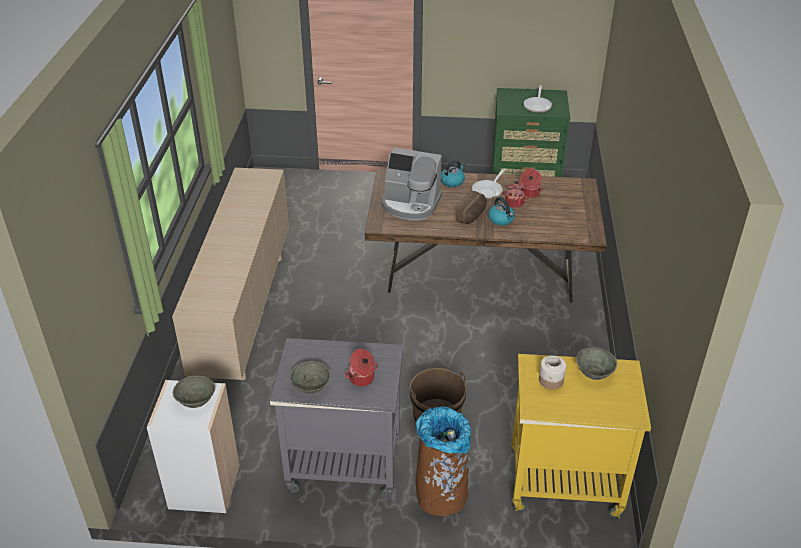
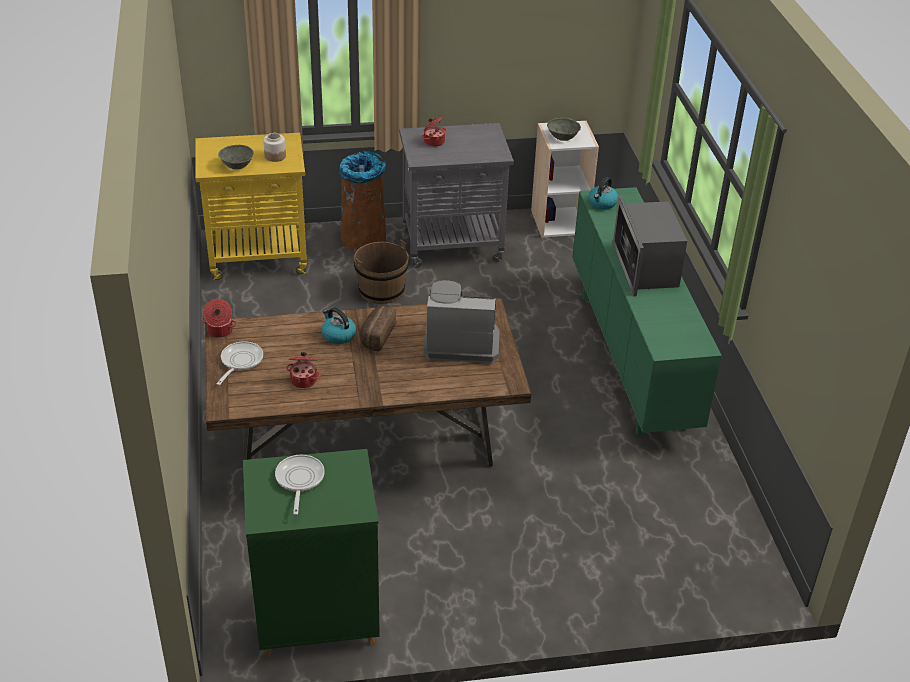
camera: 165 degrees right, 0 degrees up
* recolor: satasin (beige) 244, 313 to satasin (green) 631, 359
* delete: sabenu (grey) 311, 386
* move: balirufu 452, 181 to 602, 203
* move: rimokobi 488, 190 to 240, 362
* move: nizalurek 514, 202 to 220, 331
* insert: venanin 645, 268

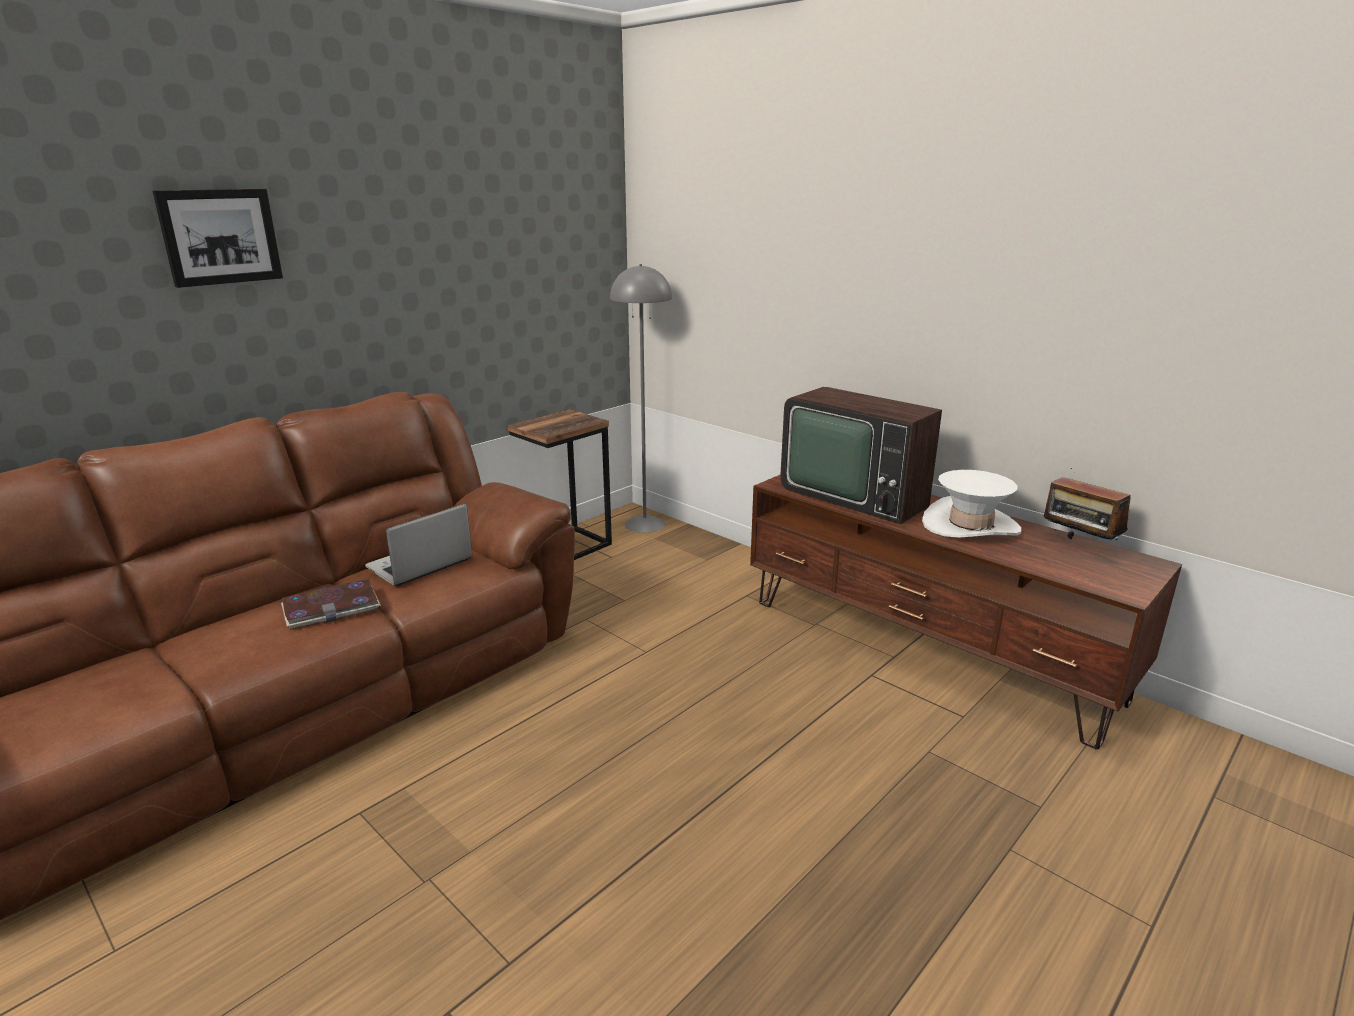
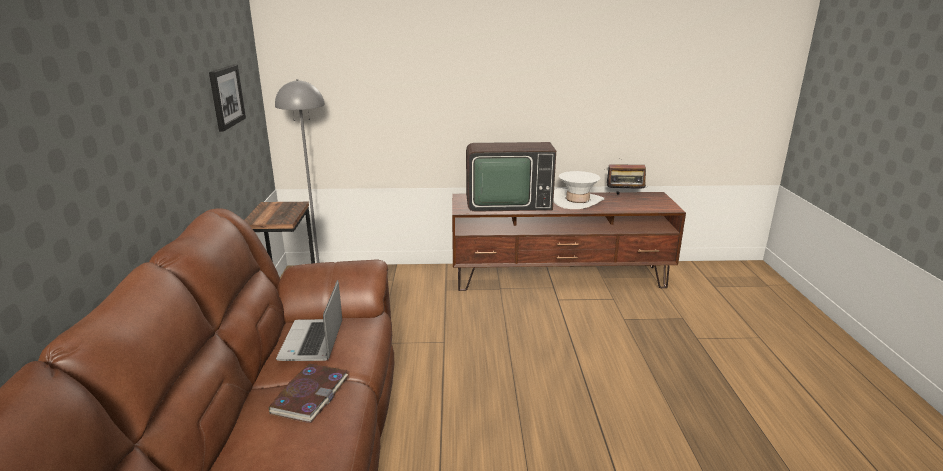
camera: 45 degrees left, 0 degrees up
* move: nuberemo 220, 236 to 226, 96

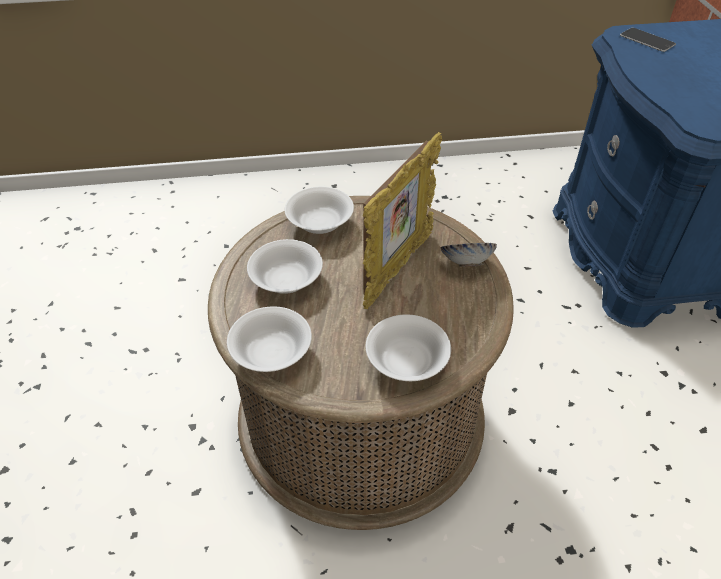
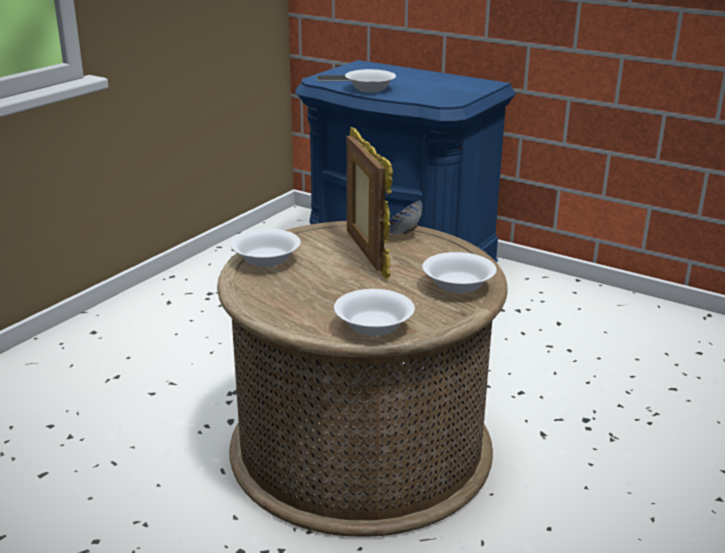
camera: 50 degrees left, 20 degrees down
* move: sabenu (white) 287, 279 to 370, 89

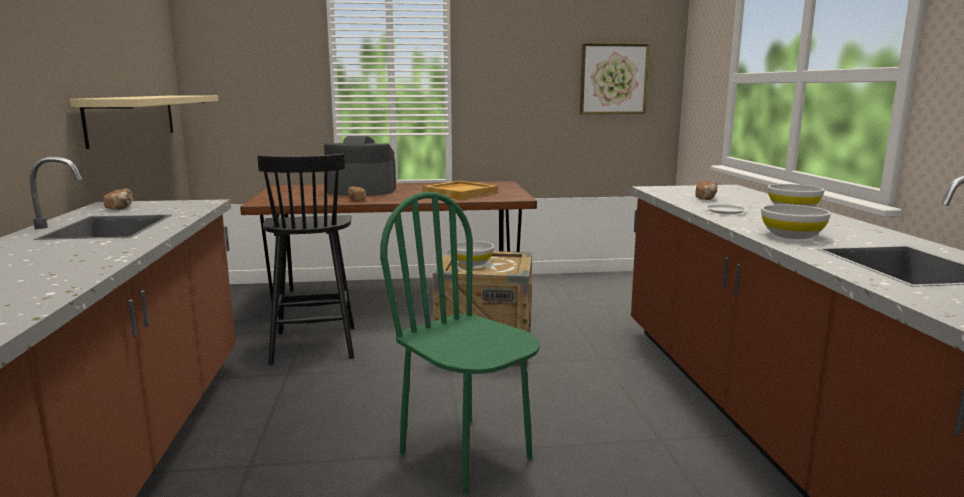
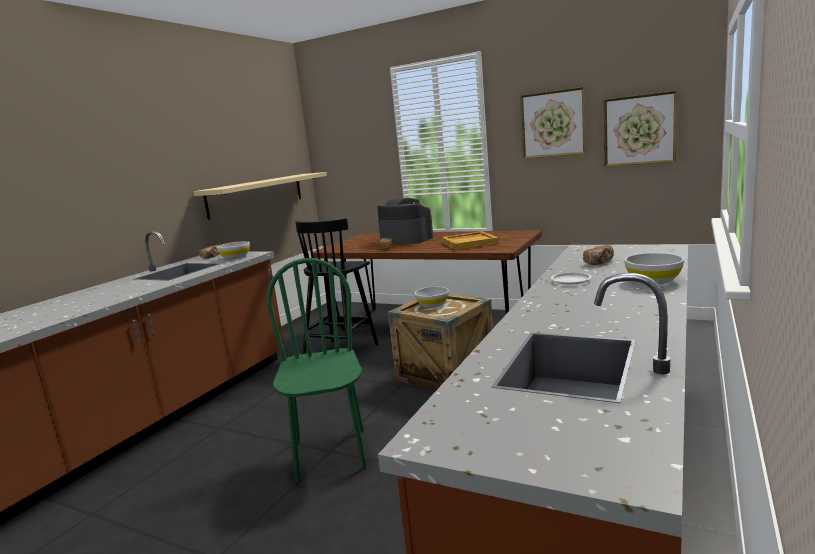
camera: 35 degrees right, 0 degrees up
* move: sabenu (white) 792, 235 to 235, 257
* insert: nuberemo 553, 124

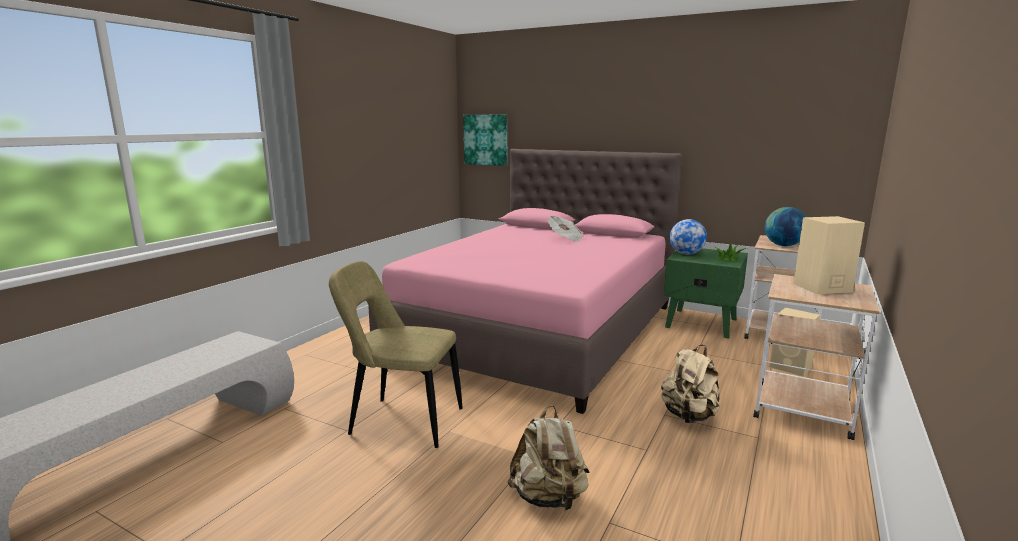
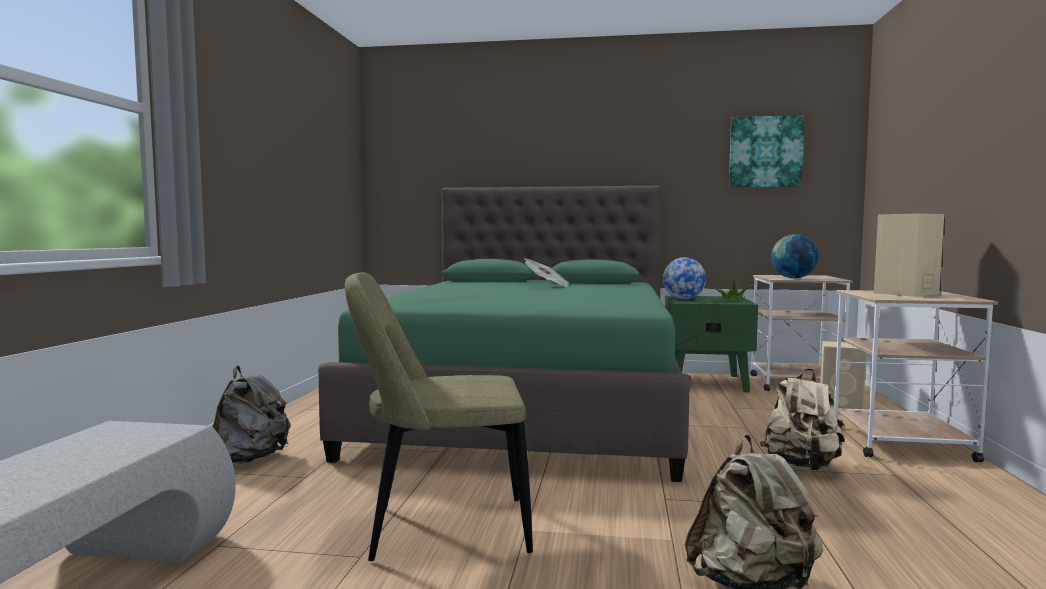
camera: 20 degrees left, 10 degrees down
* recolor: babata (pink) 539, 330 to babata (green) 530, 406
* move: nuberemo 486, 140 to 765, 152
* insert: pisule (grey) 250, 459

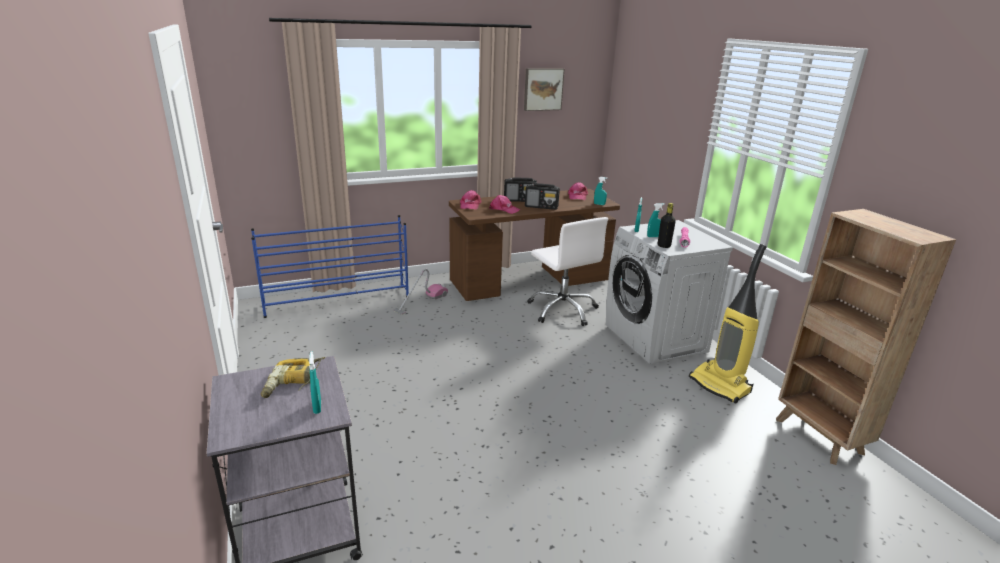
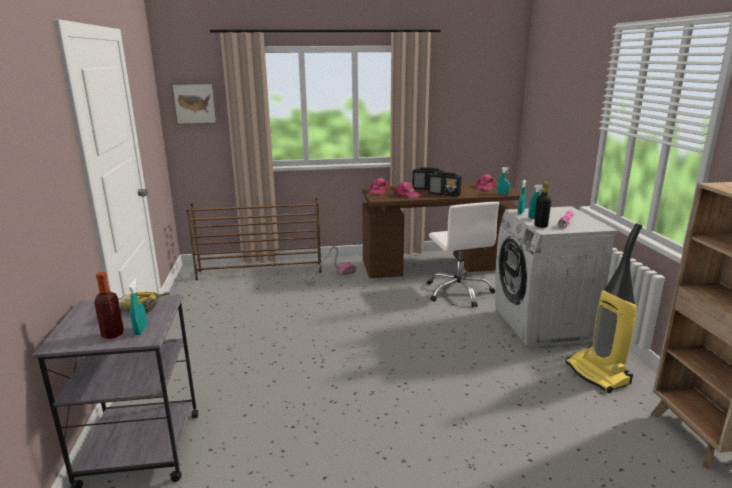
camera: 15 degrees right, 5 degrees down
* recolor: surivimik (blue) 338, 301 to surivimik (brown) 260, 271
* move: nuberemo 543, 89 to 195, 103
* insert: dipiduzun 113, 334

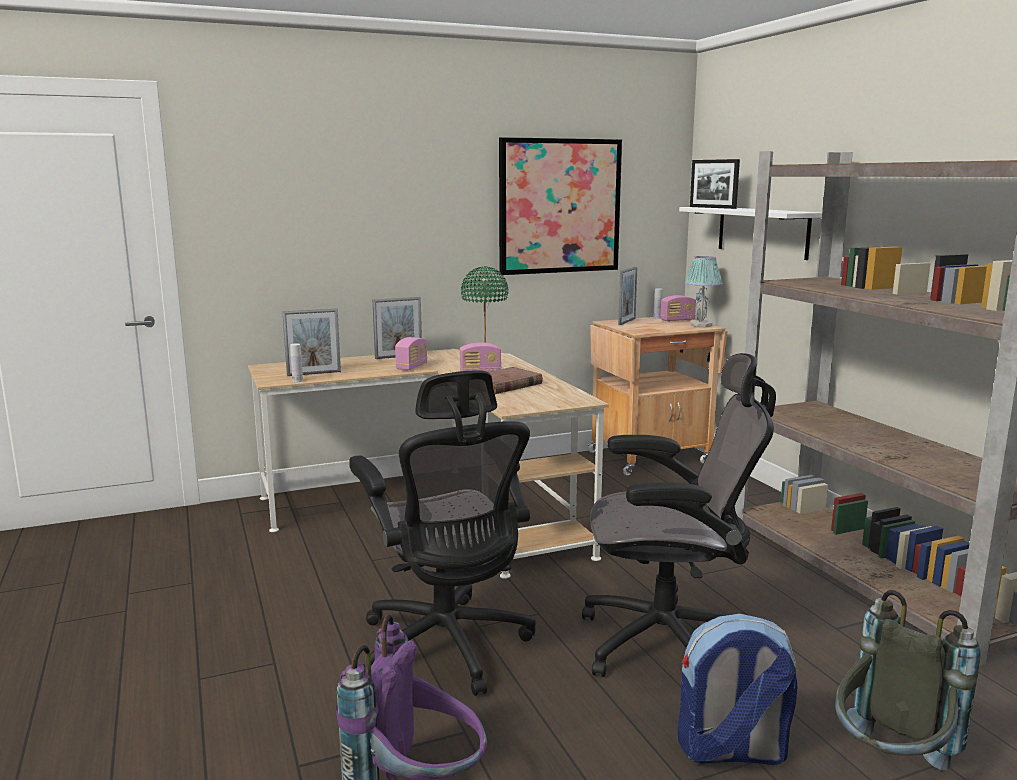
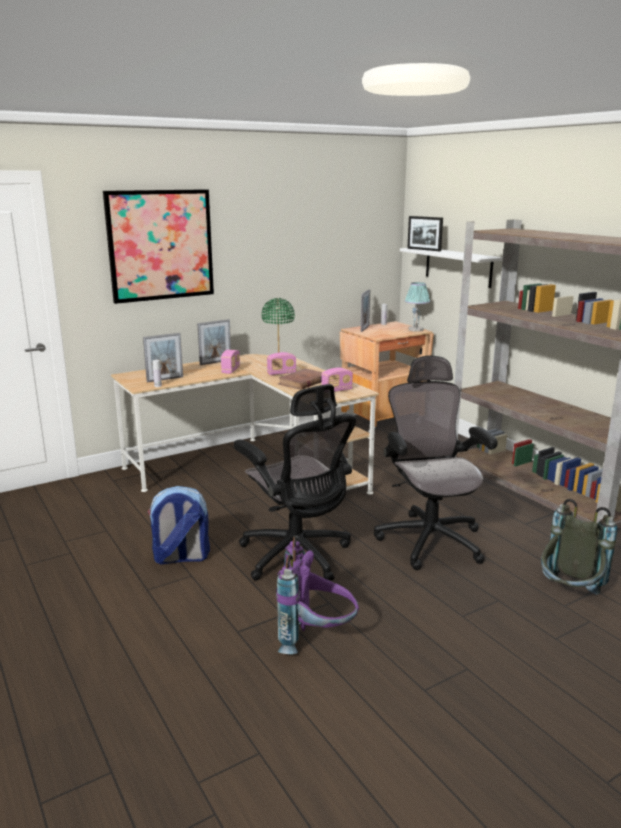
camera: 10 degrees left, 5 degrees up
* move: nuberemo 559, 206 to 160, 245
* rotate: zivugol 666, 643 = 429, 541 90 degrees counterclockwise
* move: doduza 677, 320 to 336, 390
* move: pisule 731, 751 to 180, 557

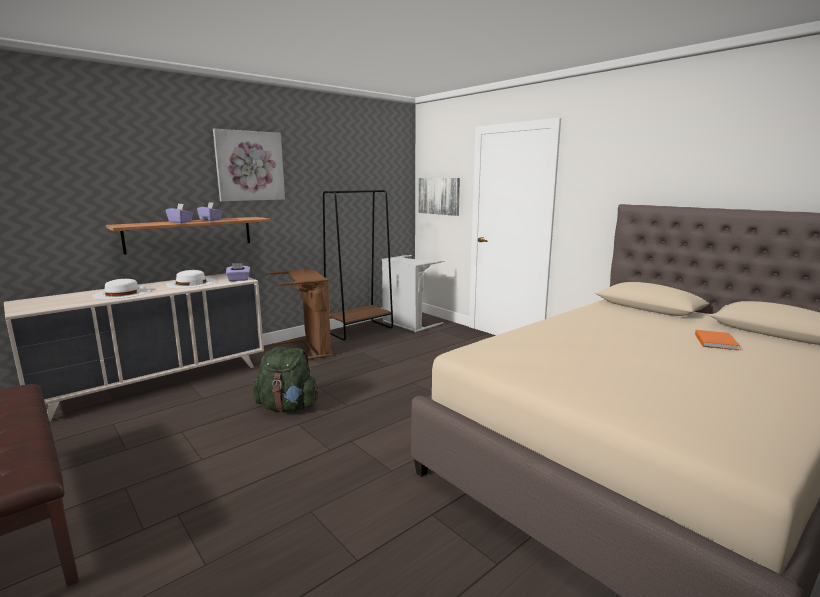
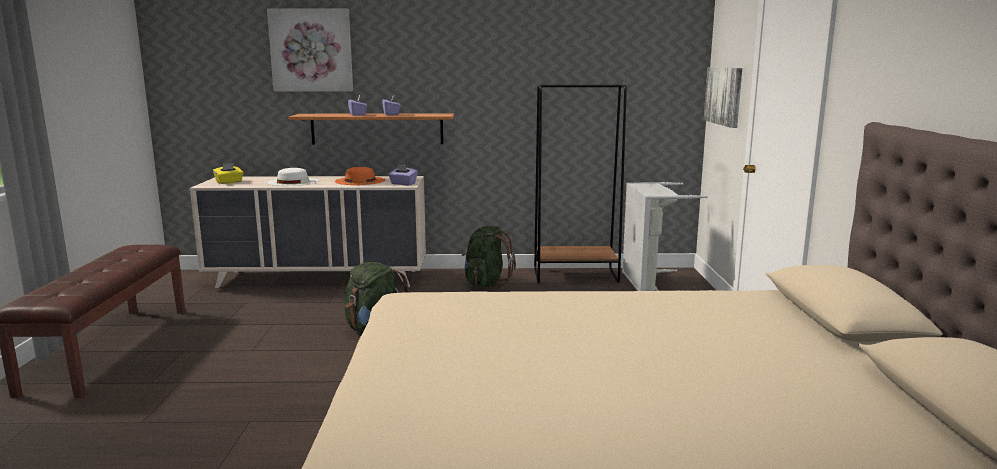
camera: 40 degrees right, 0 degrees up
* recolor: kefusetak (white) 191, 283 to kefusetak (orange) 360, 181
* move: nuberemo 249, 166 to 311, 50
* replace: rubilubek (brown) 308, 349 to pisule (green) 486, 283
* delete: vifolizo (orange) 716, 341
* insert: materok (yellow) 229, 182

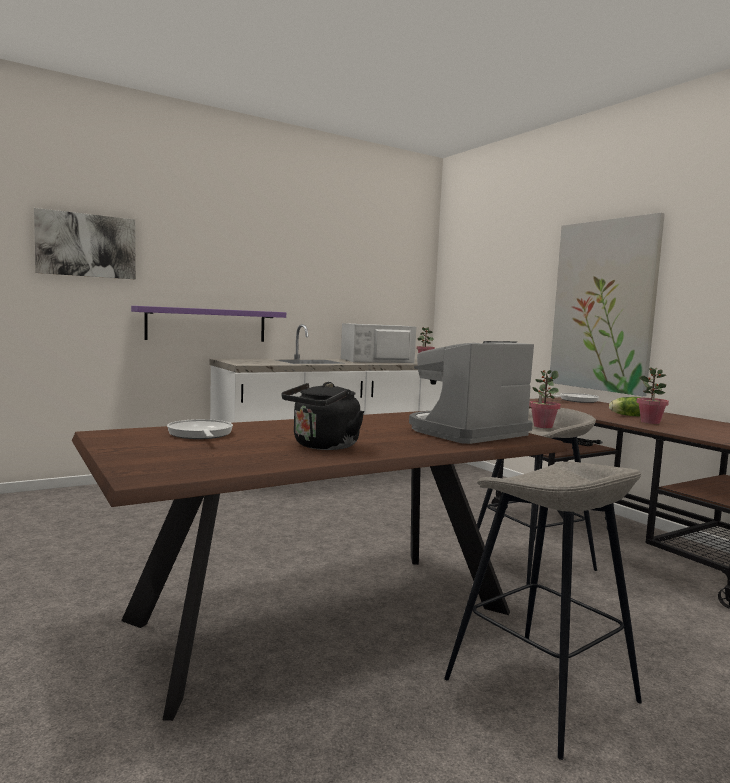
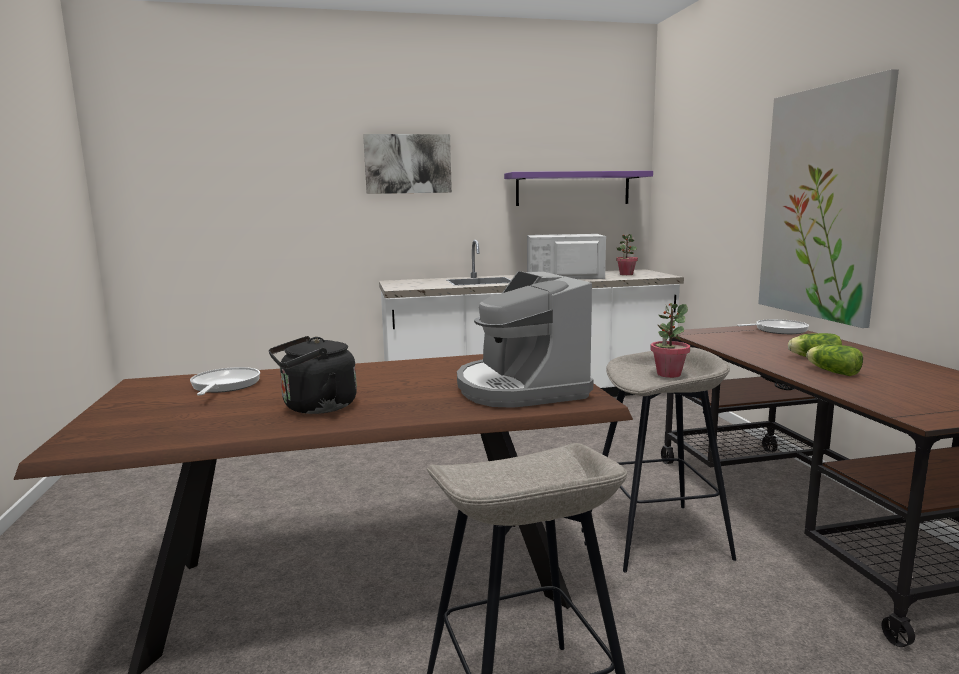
camera: 20 degrees right, 5 degrees up
* move: nuberemo 86, 245 to 408, 164
* move: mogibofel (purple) 207, 324 to 573, 188
* rotate: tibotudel 465, 432 = 519, 388 90 degrees counterclockwise
* replace: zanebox 650, 422 to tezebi 831, 371

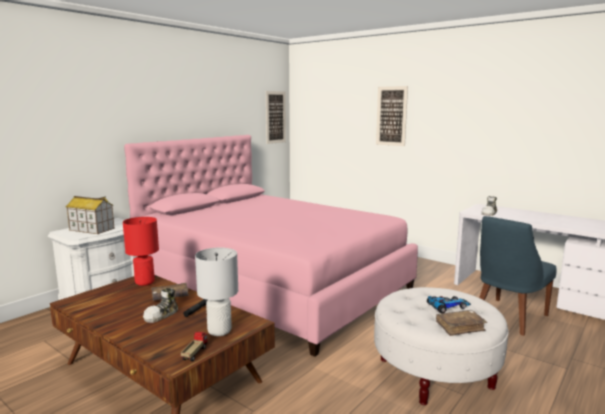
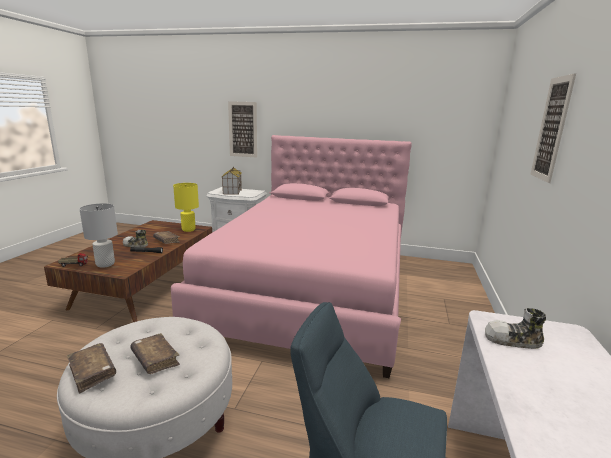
camera: 65 degrees right, 5 degrees up
* recolor: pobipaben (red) 145, 284 to pobipaben (yellow) 188, 230
* move: nuberemo 275, 117 to 243, 129
* replace: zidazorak 447, 306 to vifolizo (brown) 155, 359

